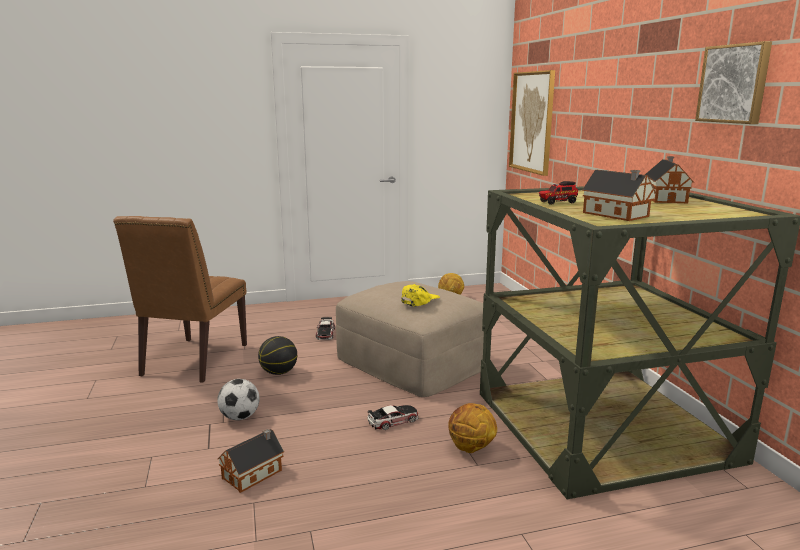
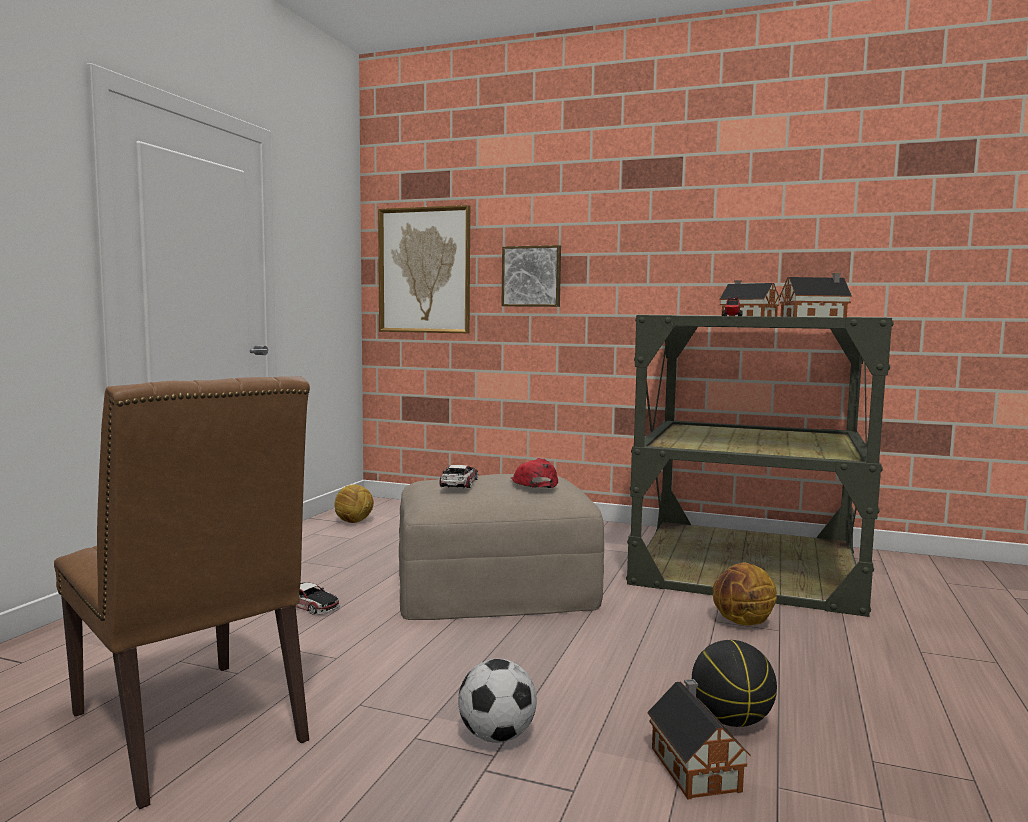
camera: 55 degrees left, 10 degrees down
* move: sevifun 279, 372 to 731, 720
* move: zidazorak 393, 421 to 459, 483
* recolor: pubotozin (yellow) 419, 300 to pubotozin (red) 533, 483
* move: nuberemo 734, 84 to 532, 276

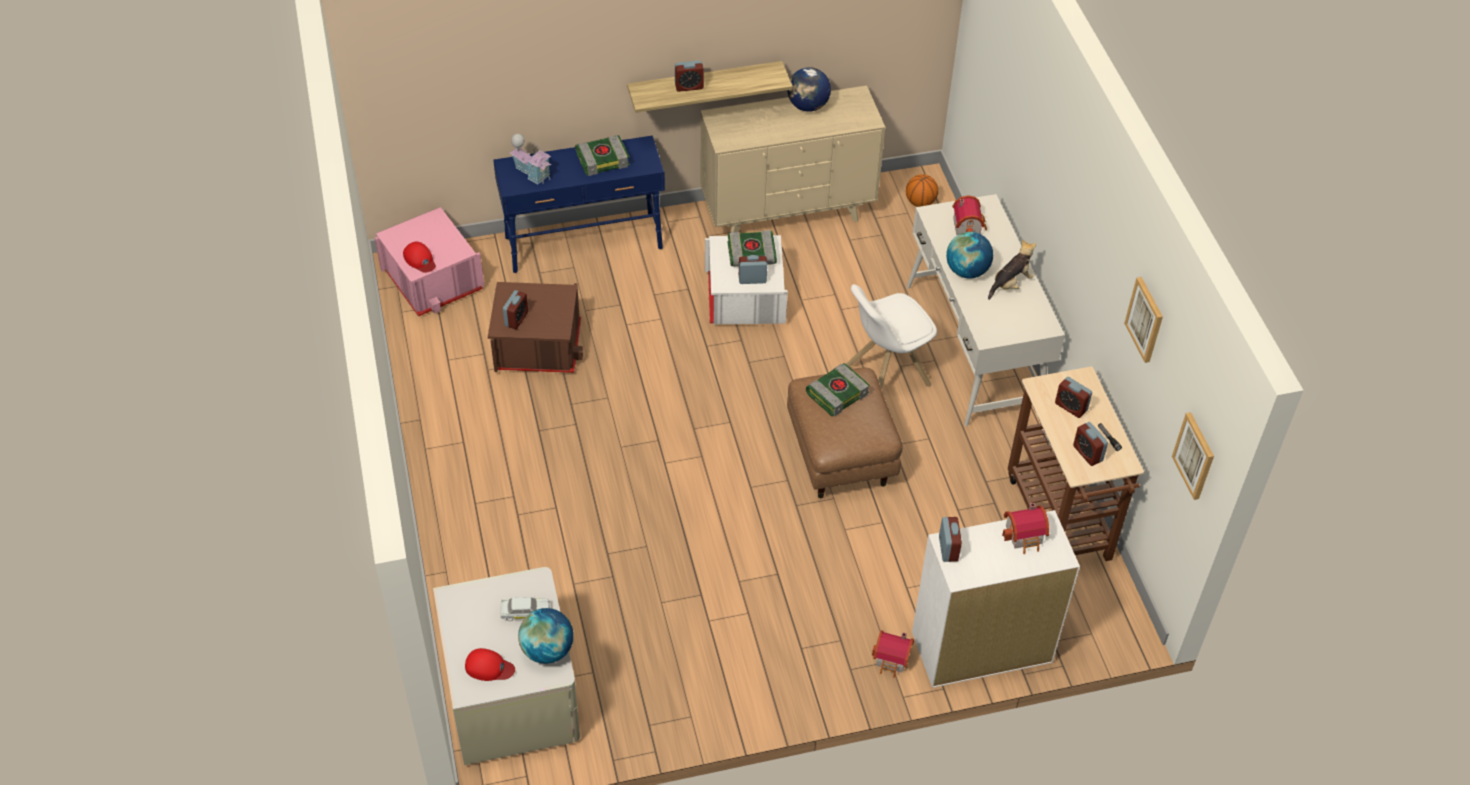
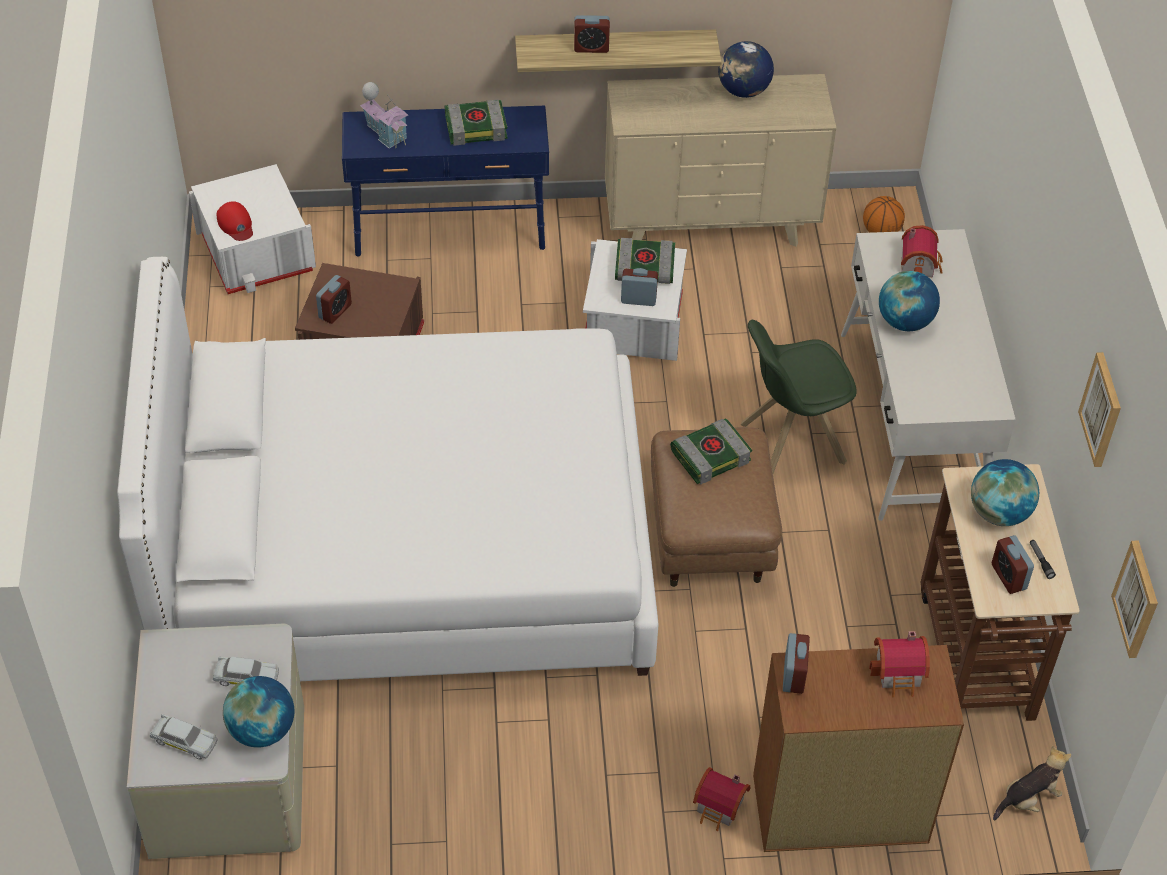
camera: 10 degrees right, 0 degrees up
* recolor: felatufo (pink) 433, 280 to felatufo (white) 256, 253
* replace: pubotozin (red) 489, 667 to zidazorak (white) 184, 741
* recolor: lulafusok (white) 886, 375 to lulafusok (green) 791, 442
* recolor: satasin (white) 981, 647 to satasin (brown) 838, 808
* move: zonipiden 1010, 284 to 1028, 799
* replace: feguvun 1071, 407 to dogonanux 999, 513
* insert: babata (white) 407, 550

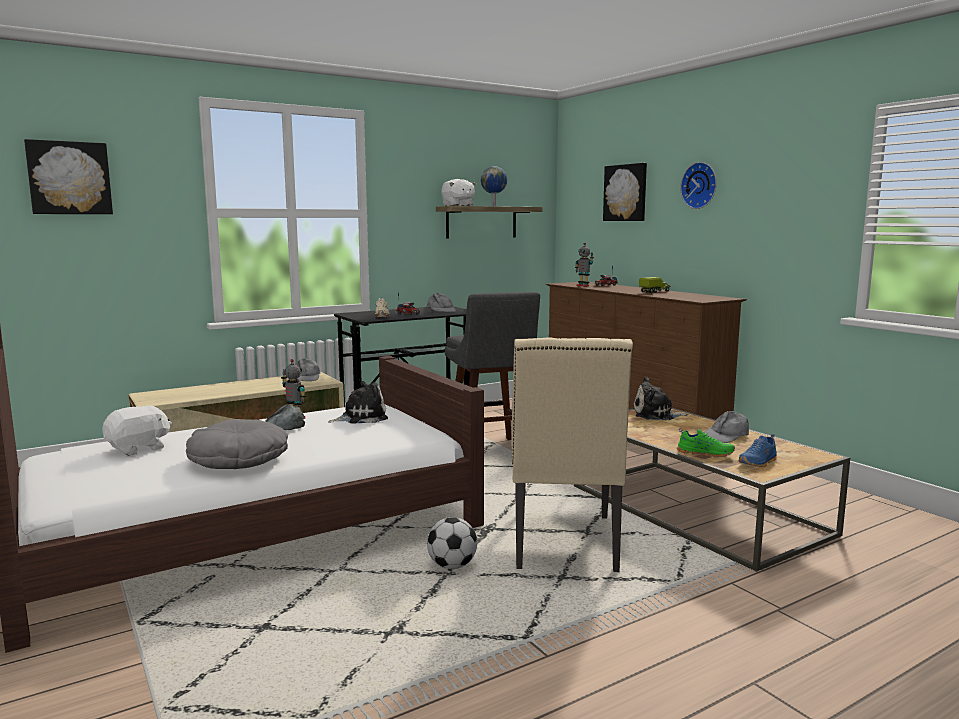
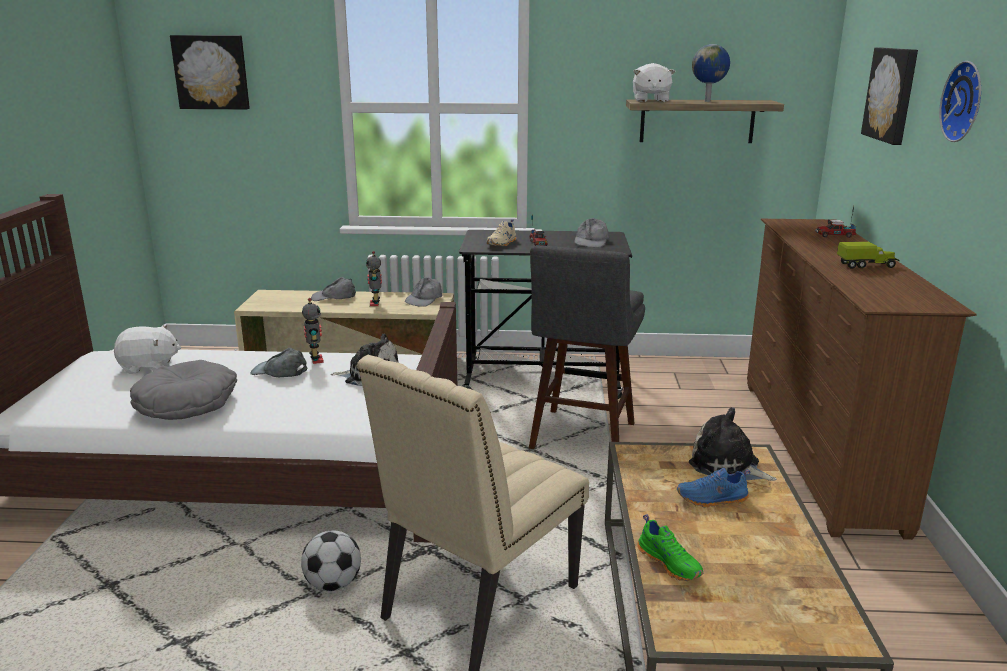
camera: 35 degrees right, 10 degrees up
* move: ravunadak 583, 286 to 375, 304
* move: pubotozin (grey) 726, 435 to 334, 297
* move: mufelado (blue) 758, 462 to 712, 499

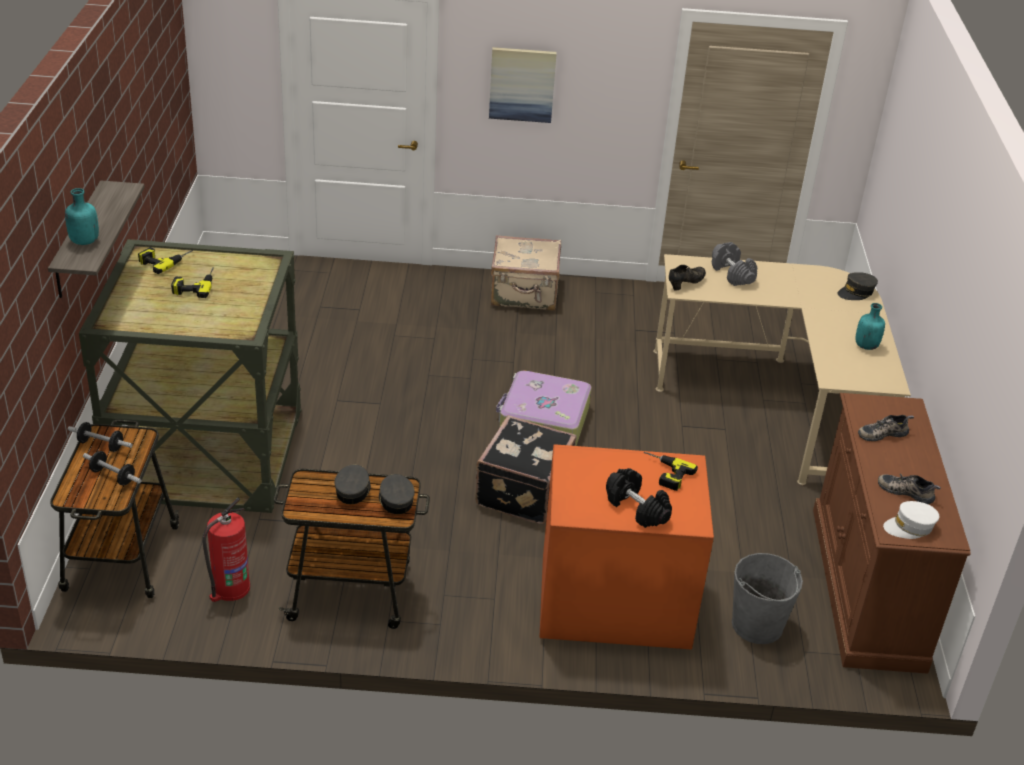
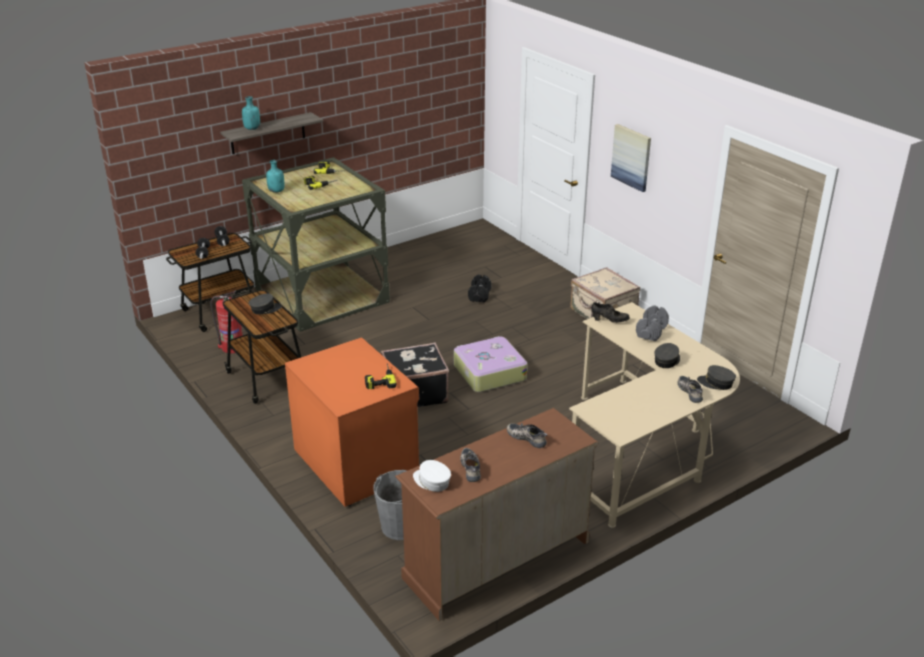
camera: 55 degrees right, 5 degrees down
* move: pubotozin (grey) 395, 500 to 667, 360
* move: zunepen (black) 637, 508 to 479, 295
* move: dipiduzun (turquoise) 866, 346 to 276, 191
* insert: mufelado 691, 392

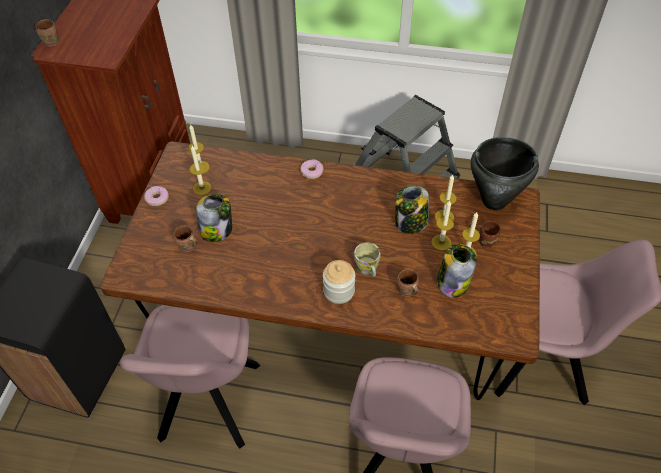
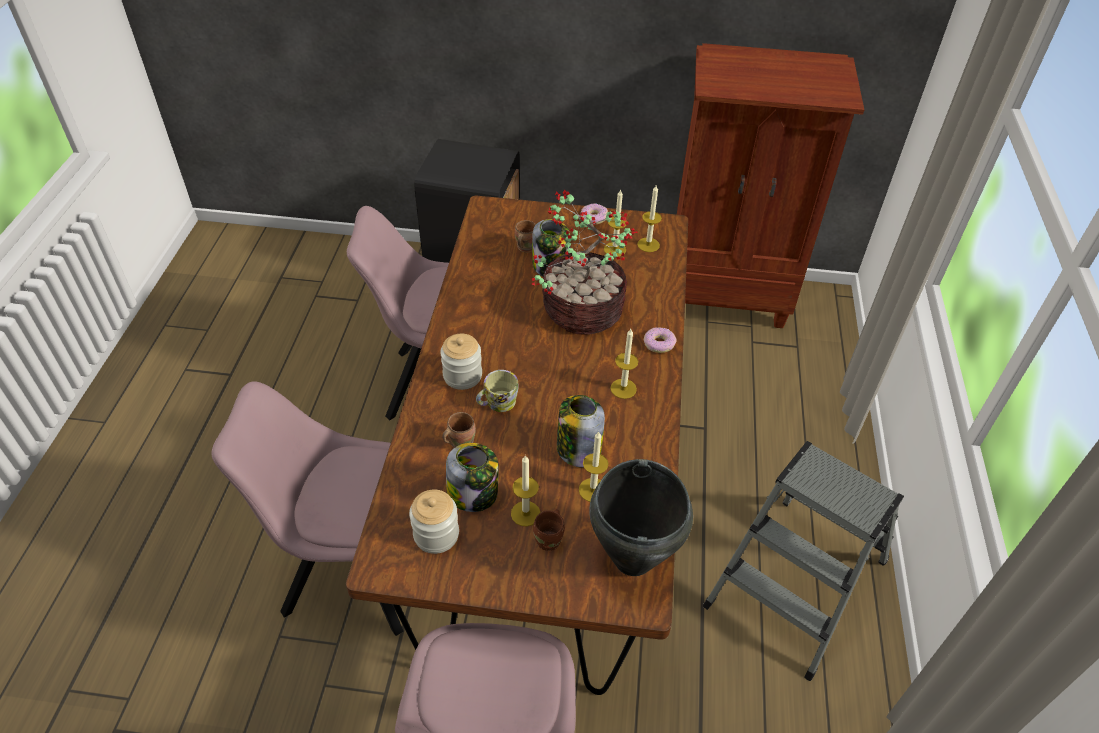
camera: 85 degrees right, 5 degrees down
* delete: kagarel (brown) 52, 42
* move: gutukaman 441, 242 to 623, 388
* insert: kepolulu 436, 534
* insert: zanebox 580, 311

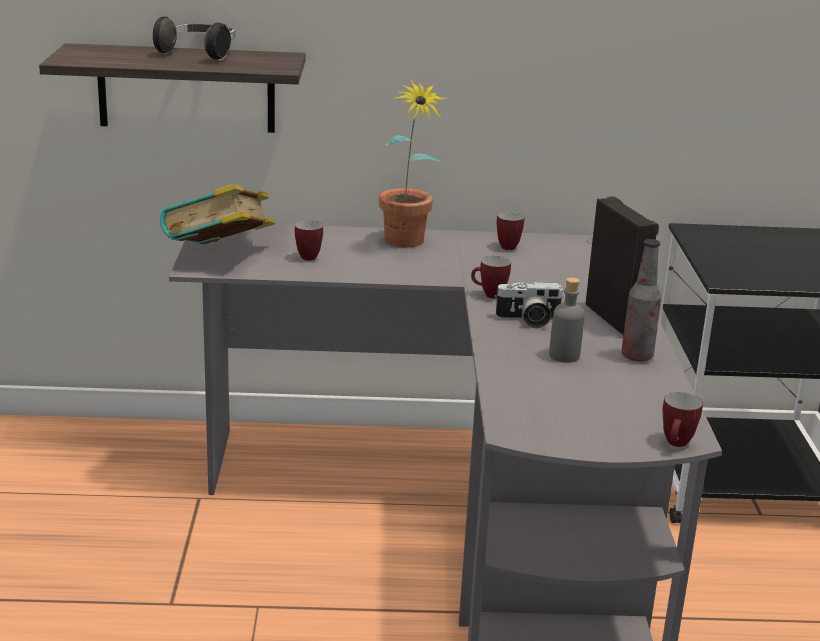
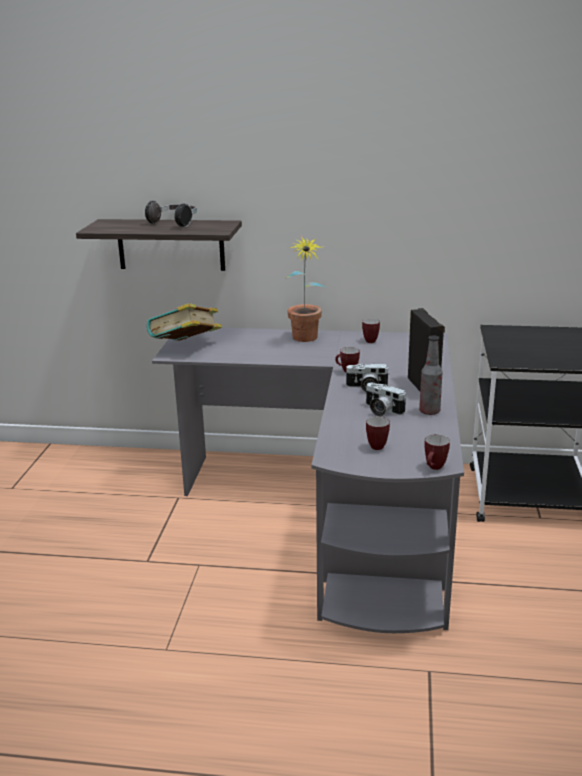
camera: 10 degrees right, 0 degrees up
* move: kagarel 308, 256 to 376, 445
* replace: dipiduzun (grey) 564, 356 to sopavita 381, 410

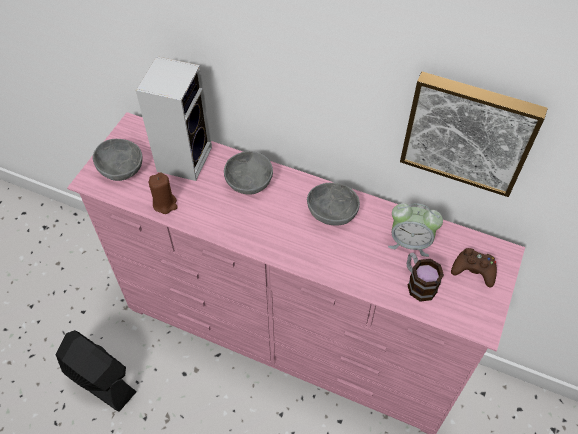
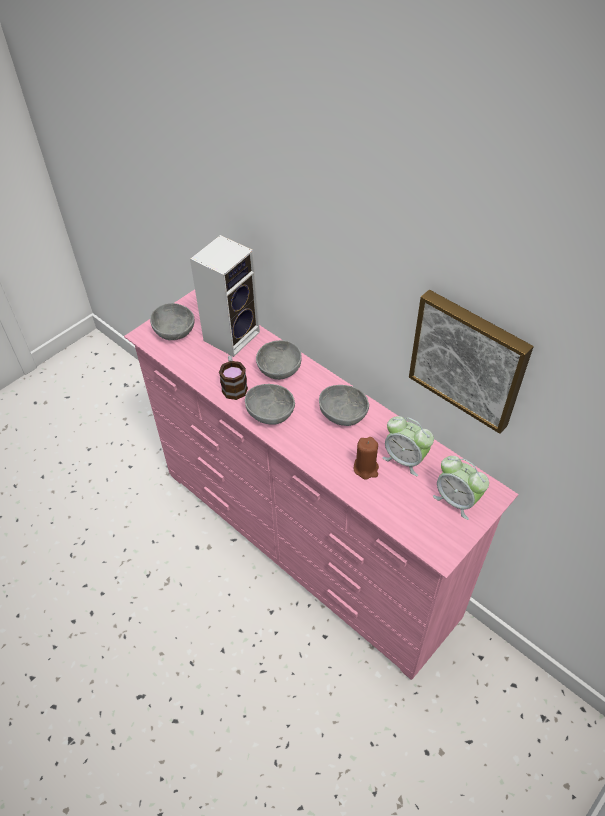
camera: 20 degrees right, 5 degrees down
* delete: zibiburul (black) 99, 379
* move: gutukaman (brown) 165, 204 to 366, 468
* move: kagarel 418, 283 to 234, 385
* replace: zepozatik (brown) 474, 270 to feguvun 456, 500
* insert: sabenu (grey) 270, 413

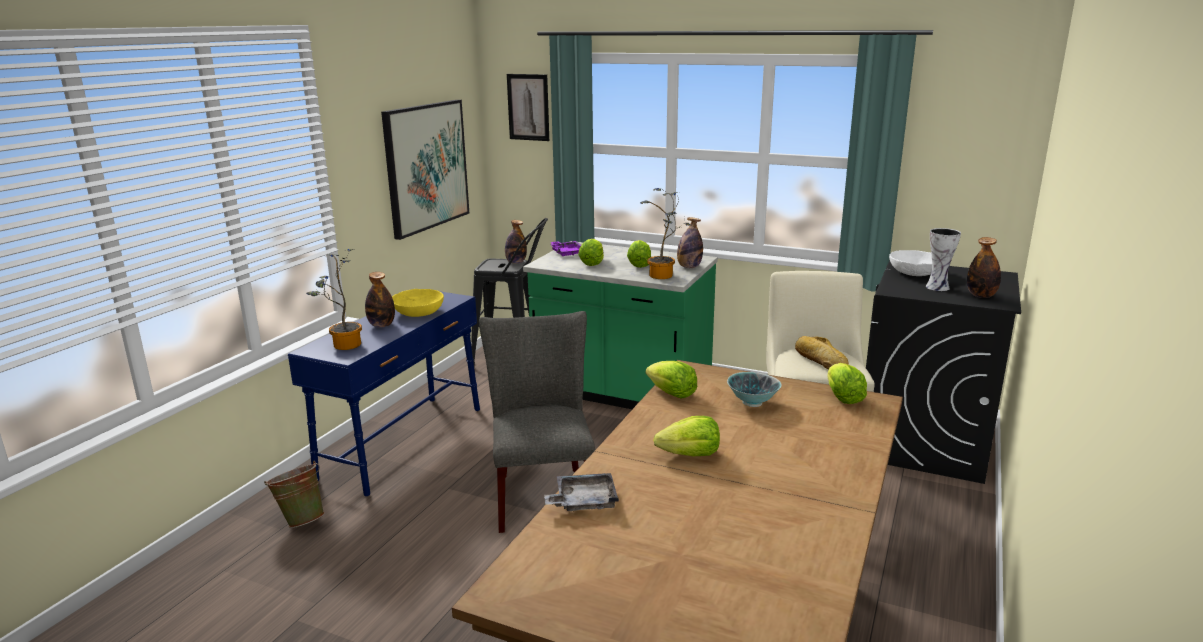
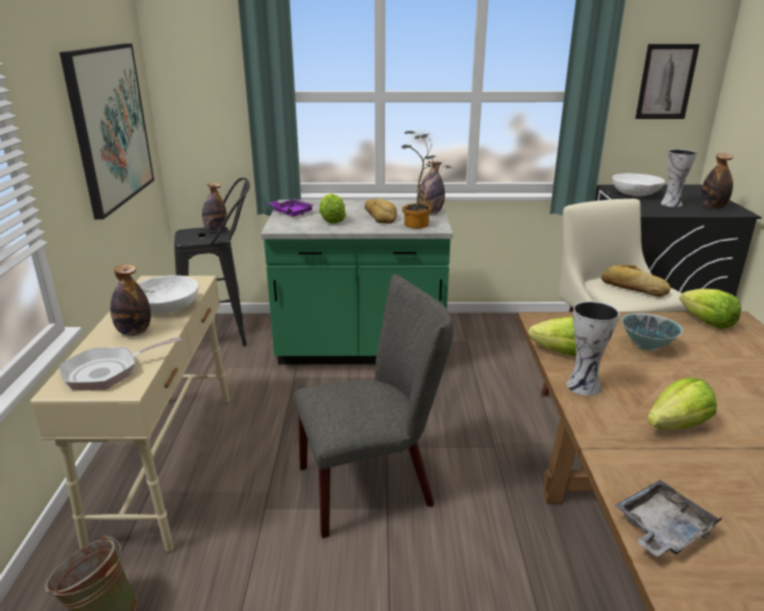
camera: 25 degrees left, 5 degrees up
* recolor: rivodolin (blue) 404, 443 to rivodolin (beige) 168, 464
* replace: zanebox 343, 346 to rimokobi 107, 372
* recolor: sabenu (yellow) 418, 313 to sabenu (white) 167, 307
* rotate: lulafusok (grey) 542, 494 = 374, 484 105 degrees clockwise
* move: nuberemo 528, 107 to 666, 82
* replace: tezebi 639, 264 to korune 380, 216
* insert: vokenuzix 585, 386

